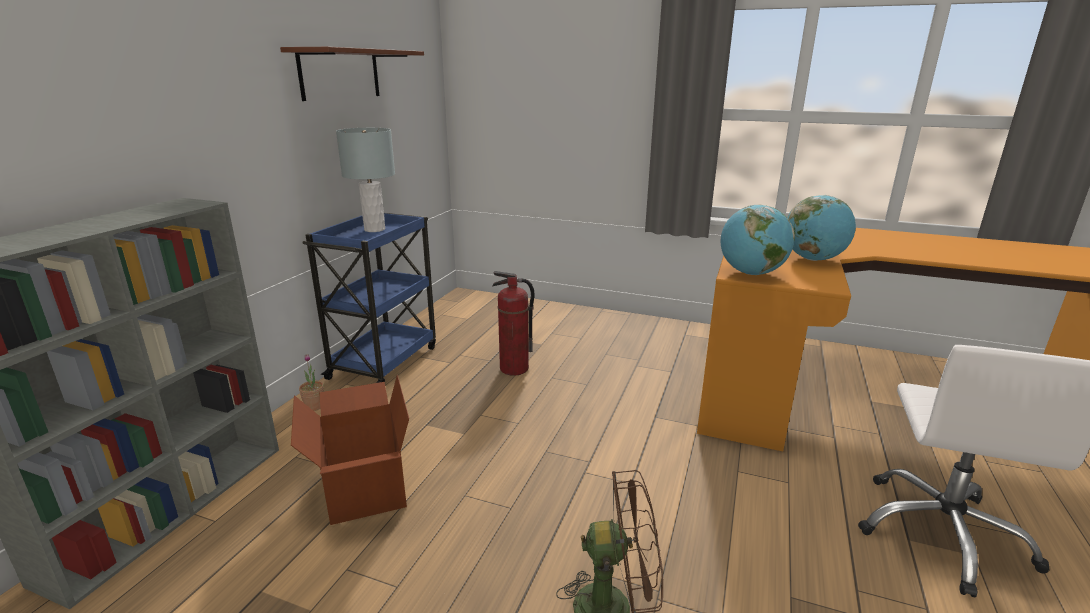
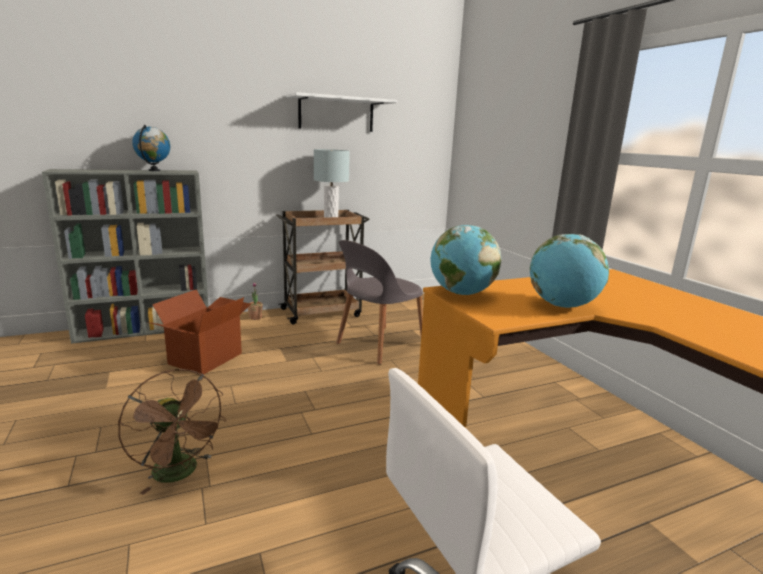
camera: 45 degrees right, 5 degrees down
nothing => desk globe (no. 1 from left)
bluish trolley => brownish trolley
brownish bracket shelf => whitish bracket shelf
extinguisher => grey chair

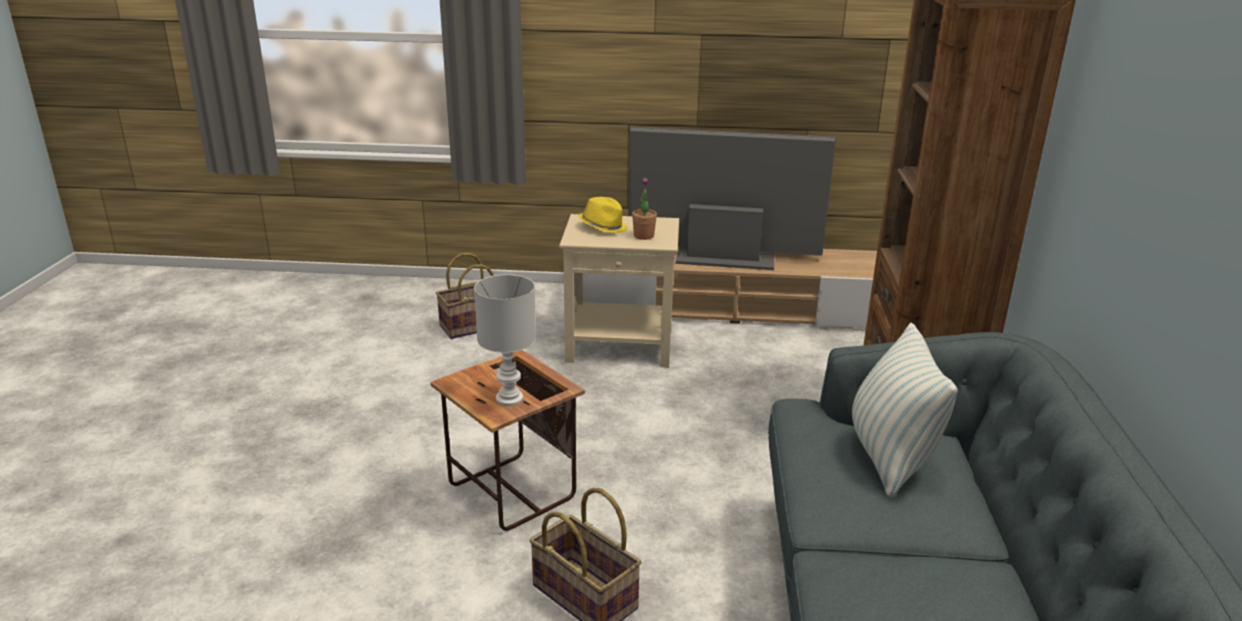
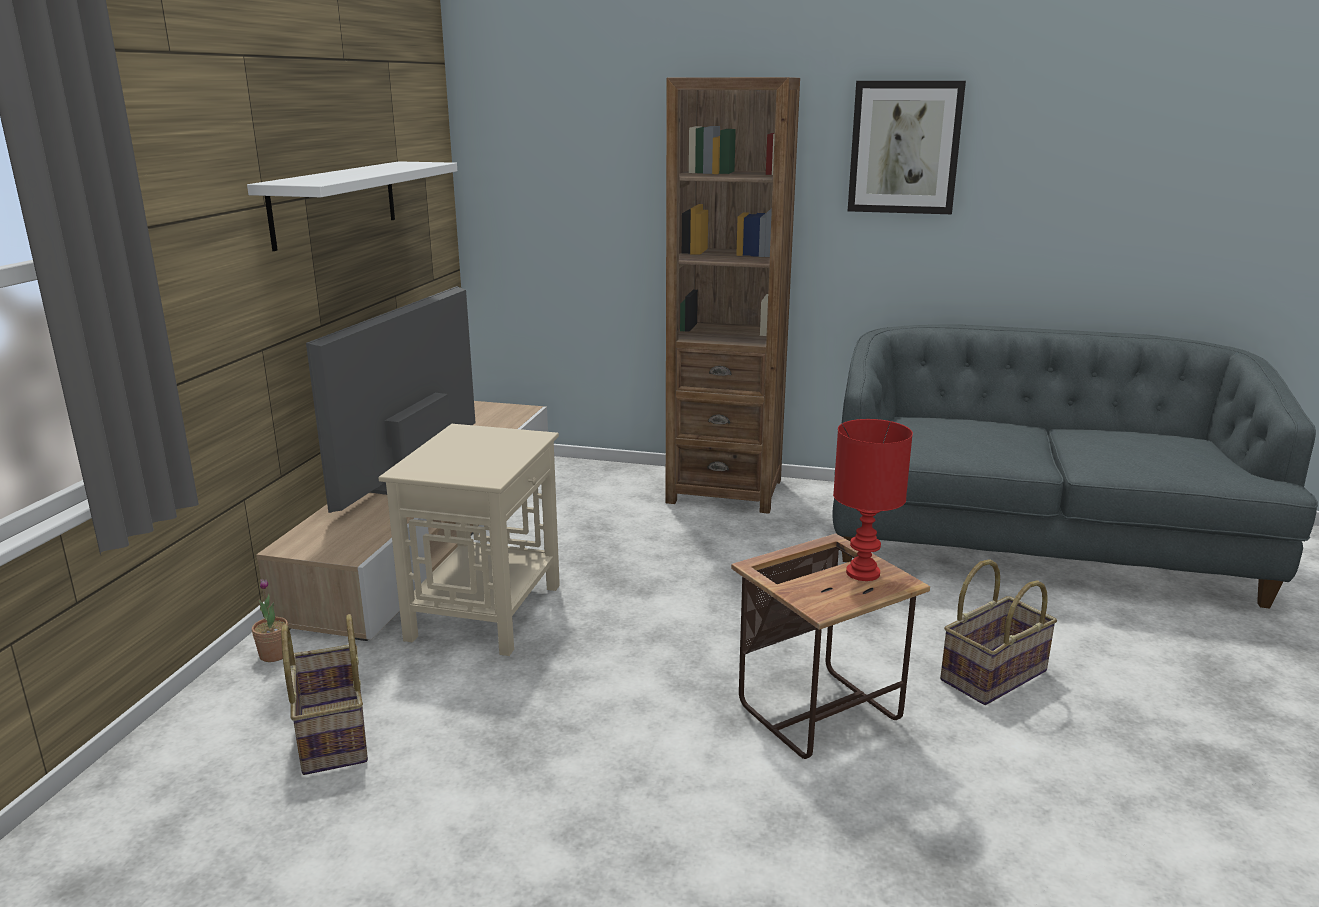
camera: 80 degrees left, 5 degrees down
nothing => whitish bracket shelf
houseplant, relocated
whitish lamp for a table => red lamp for a table
nothing => wall picture
yellowish clothing hat => nothing
pillow => nothing

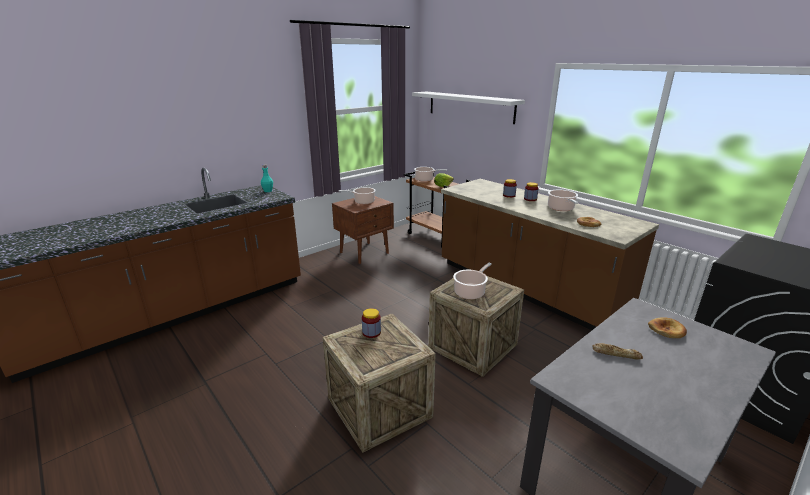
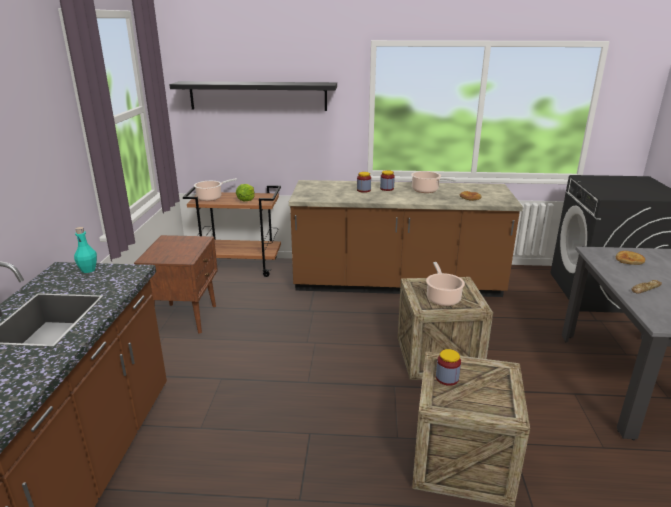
camera: 45 degrees left, 0 degrees up
whitish bracket shelf => black-coloured bracket shelf
stockpot (no. 1 from left) => nothing

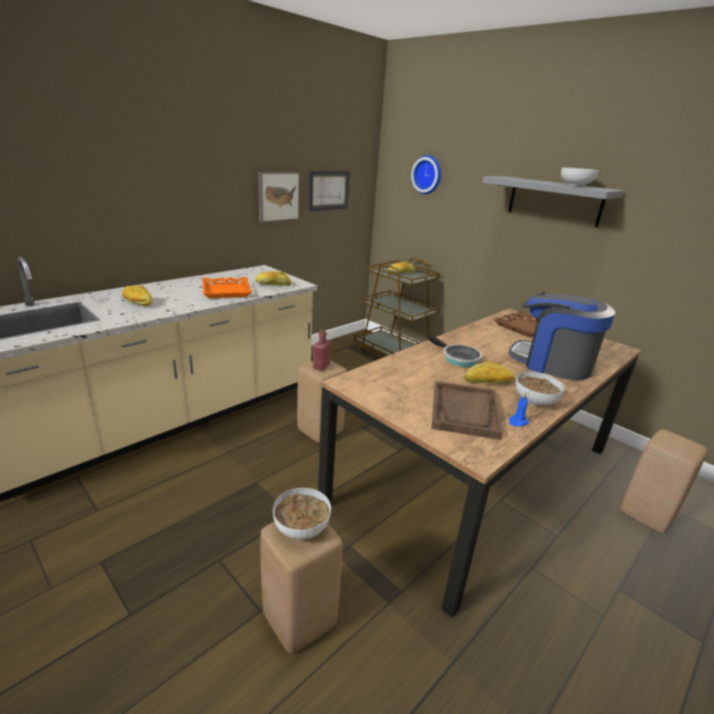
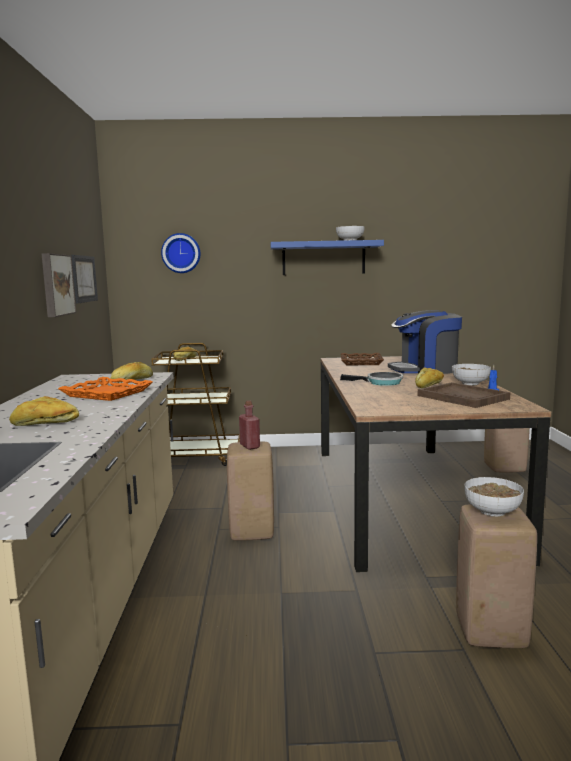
camera: 45 degrees left, 15 degrees down
grey bracket shelf => bluish bracket shelf

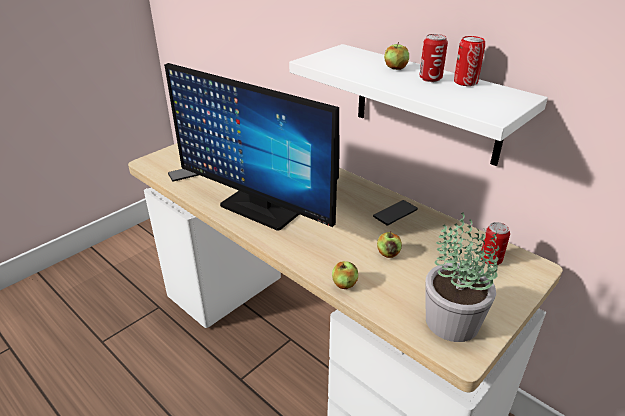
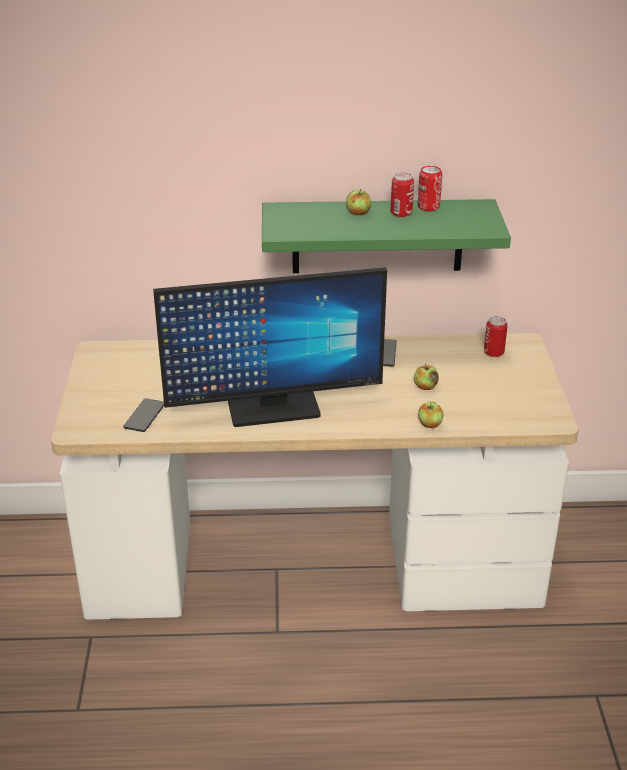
camera: 45 degrees left, 0 degrees up
whitish bracket shelf => green-coloured bracket shelf
houseplant => nothing

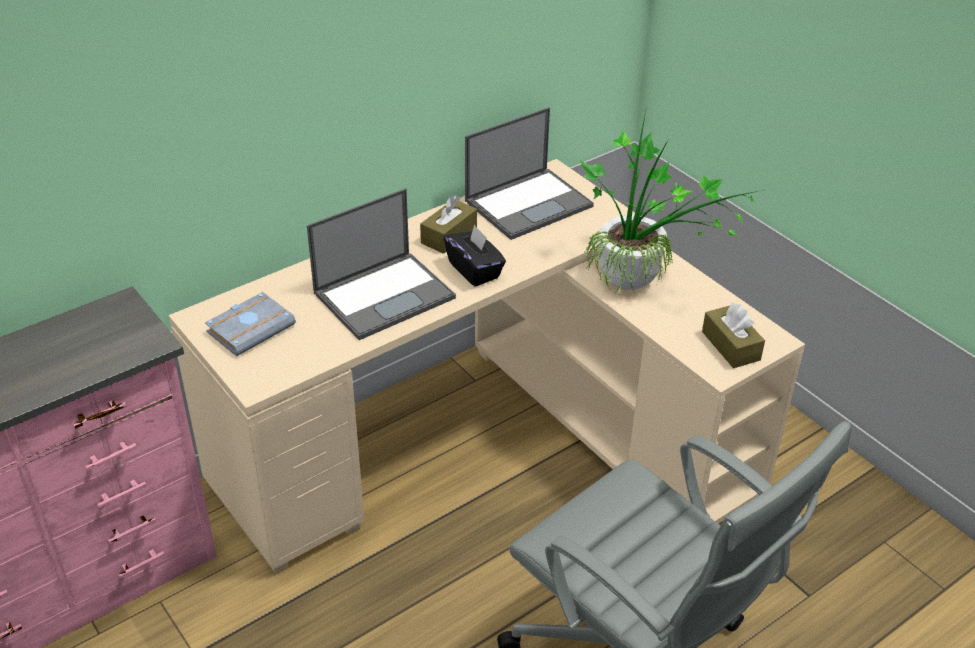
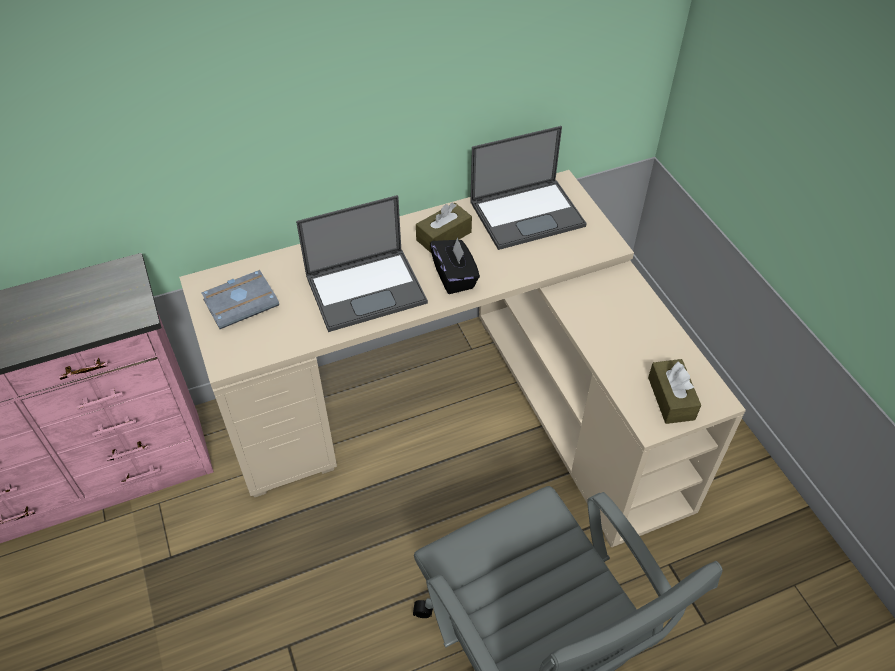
camera: 15 degrees right, 10 degrees up
houseplant => nothing

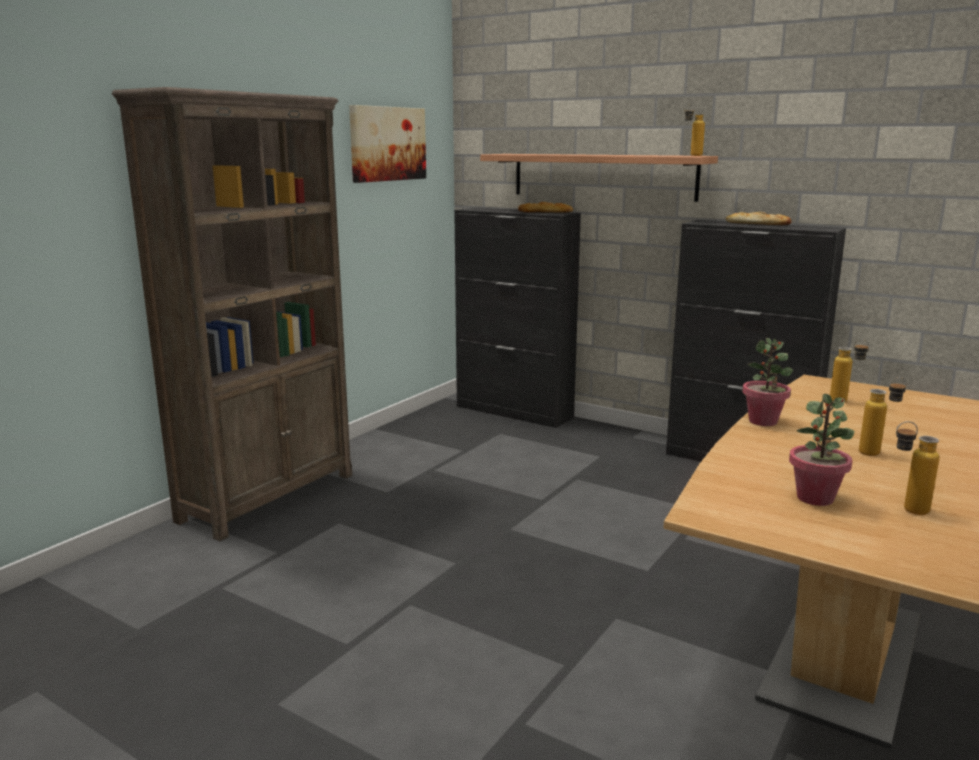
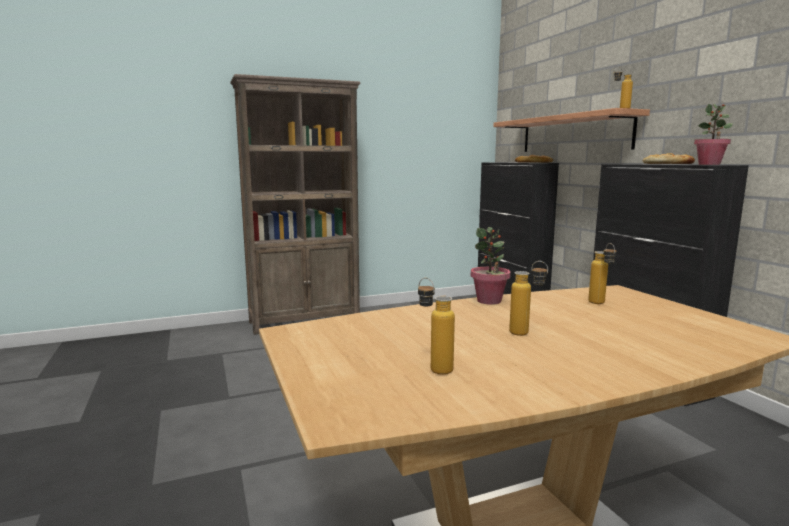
camera: 35 degrees right, 5 degrees down
houseplant (no. 2 from left), relocated
wall picture => nothing

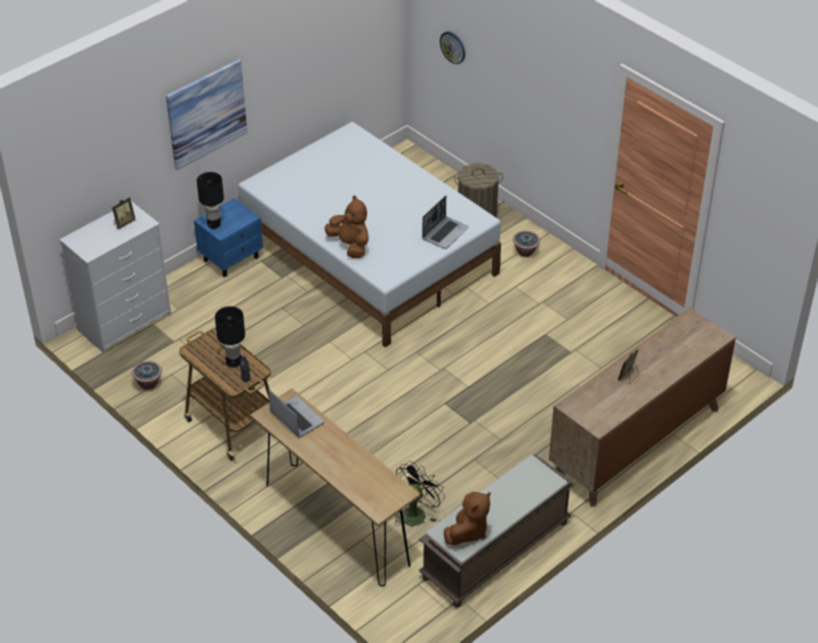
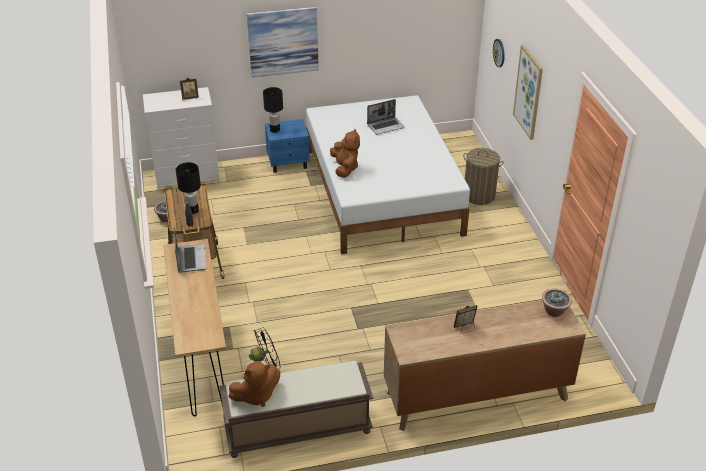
camera: 30 degrees right, 5 degrees down
portable computer (no. 2 from left), relocated
nothing => wall picture (no. 2 from left)
houseplant (no. 2 from left), relocated

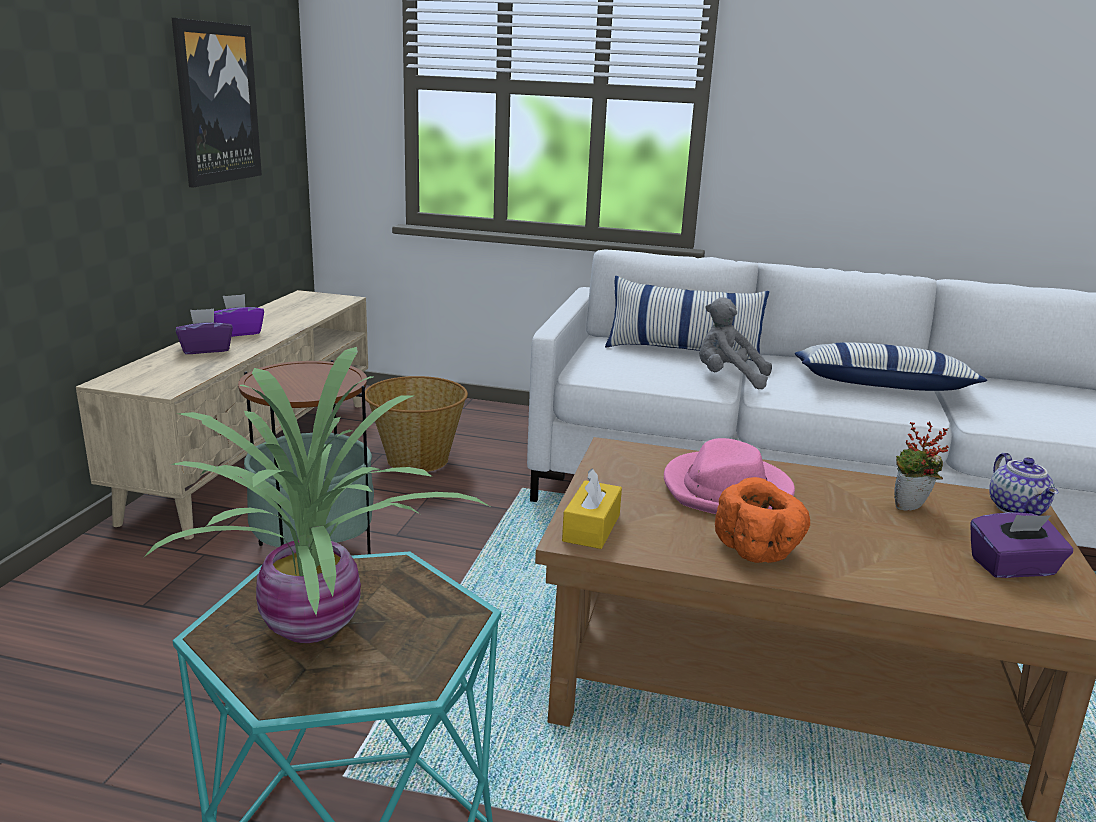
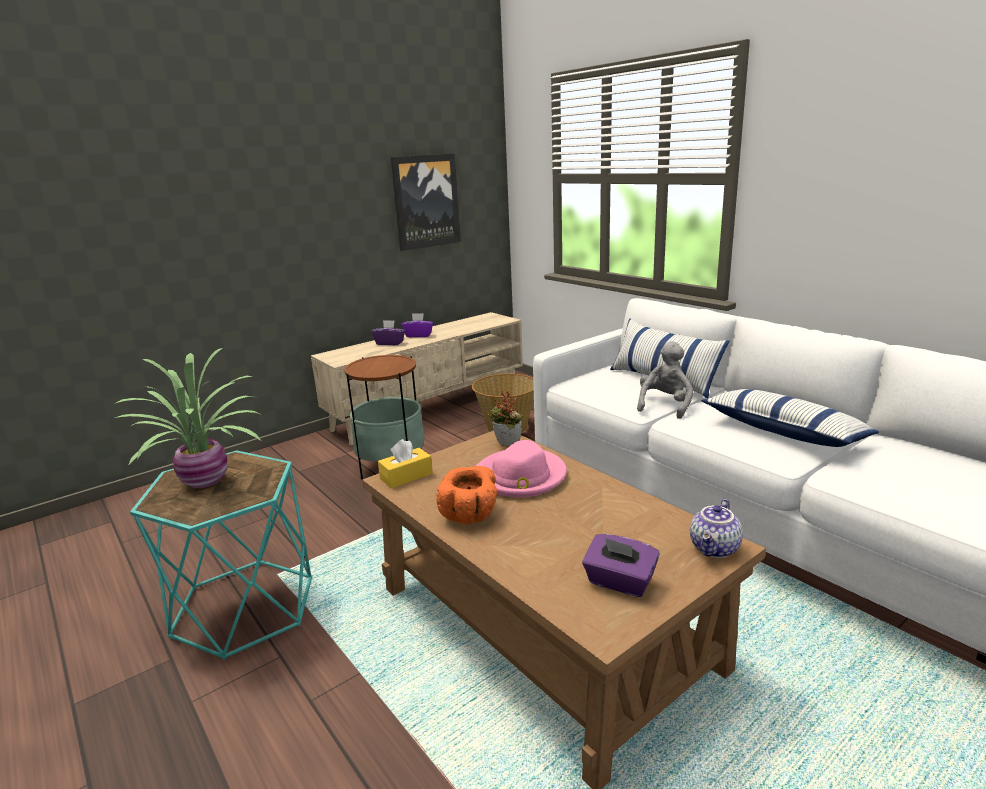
camera: 40 degrees right, 0 degrees up
houseplant (no. 2 from left), relocated
grey plush toy, 60 degrees clockwise

